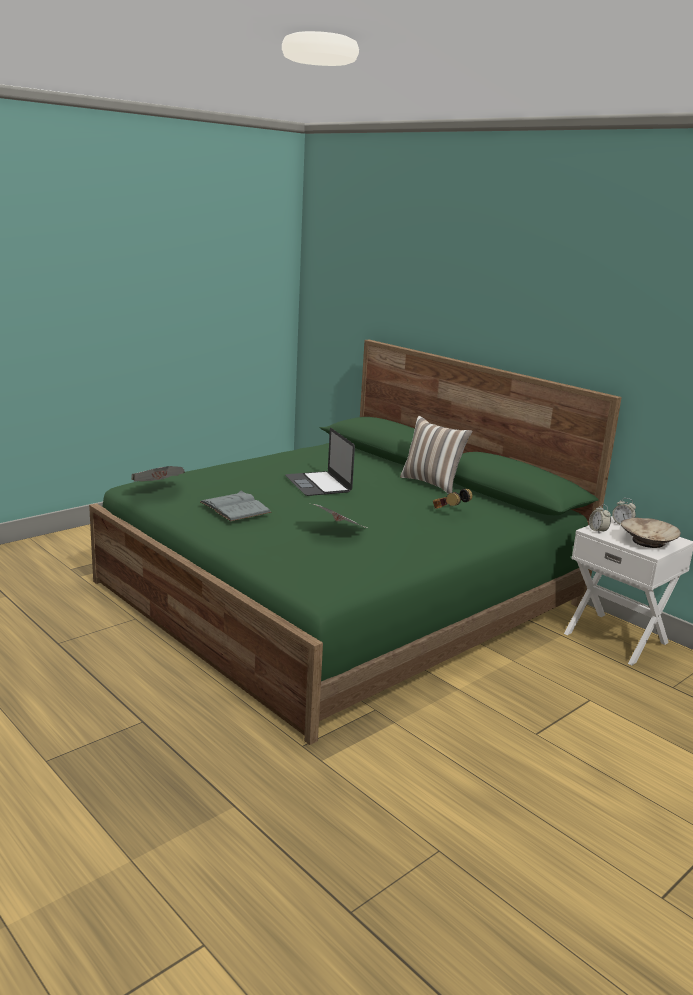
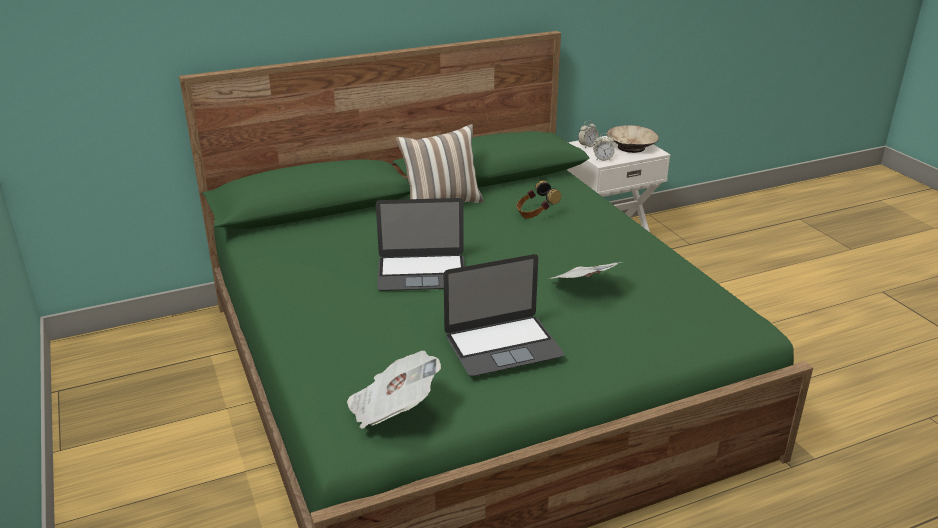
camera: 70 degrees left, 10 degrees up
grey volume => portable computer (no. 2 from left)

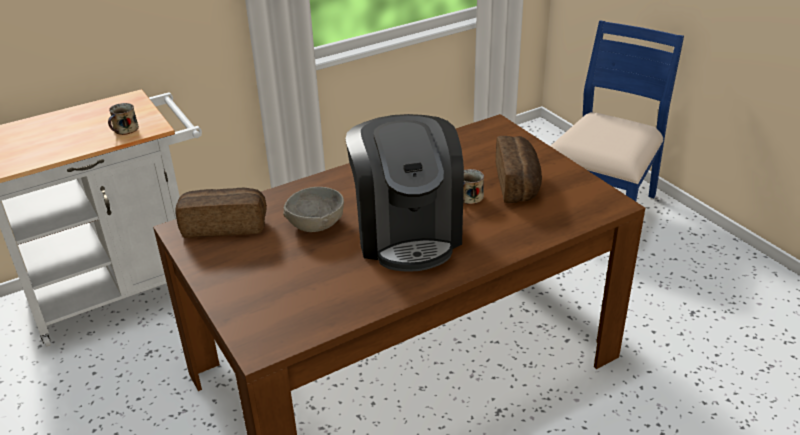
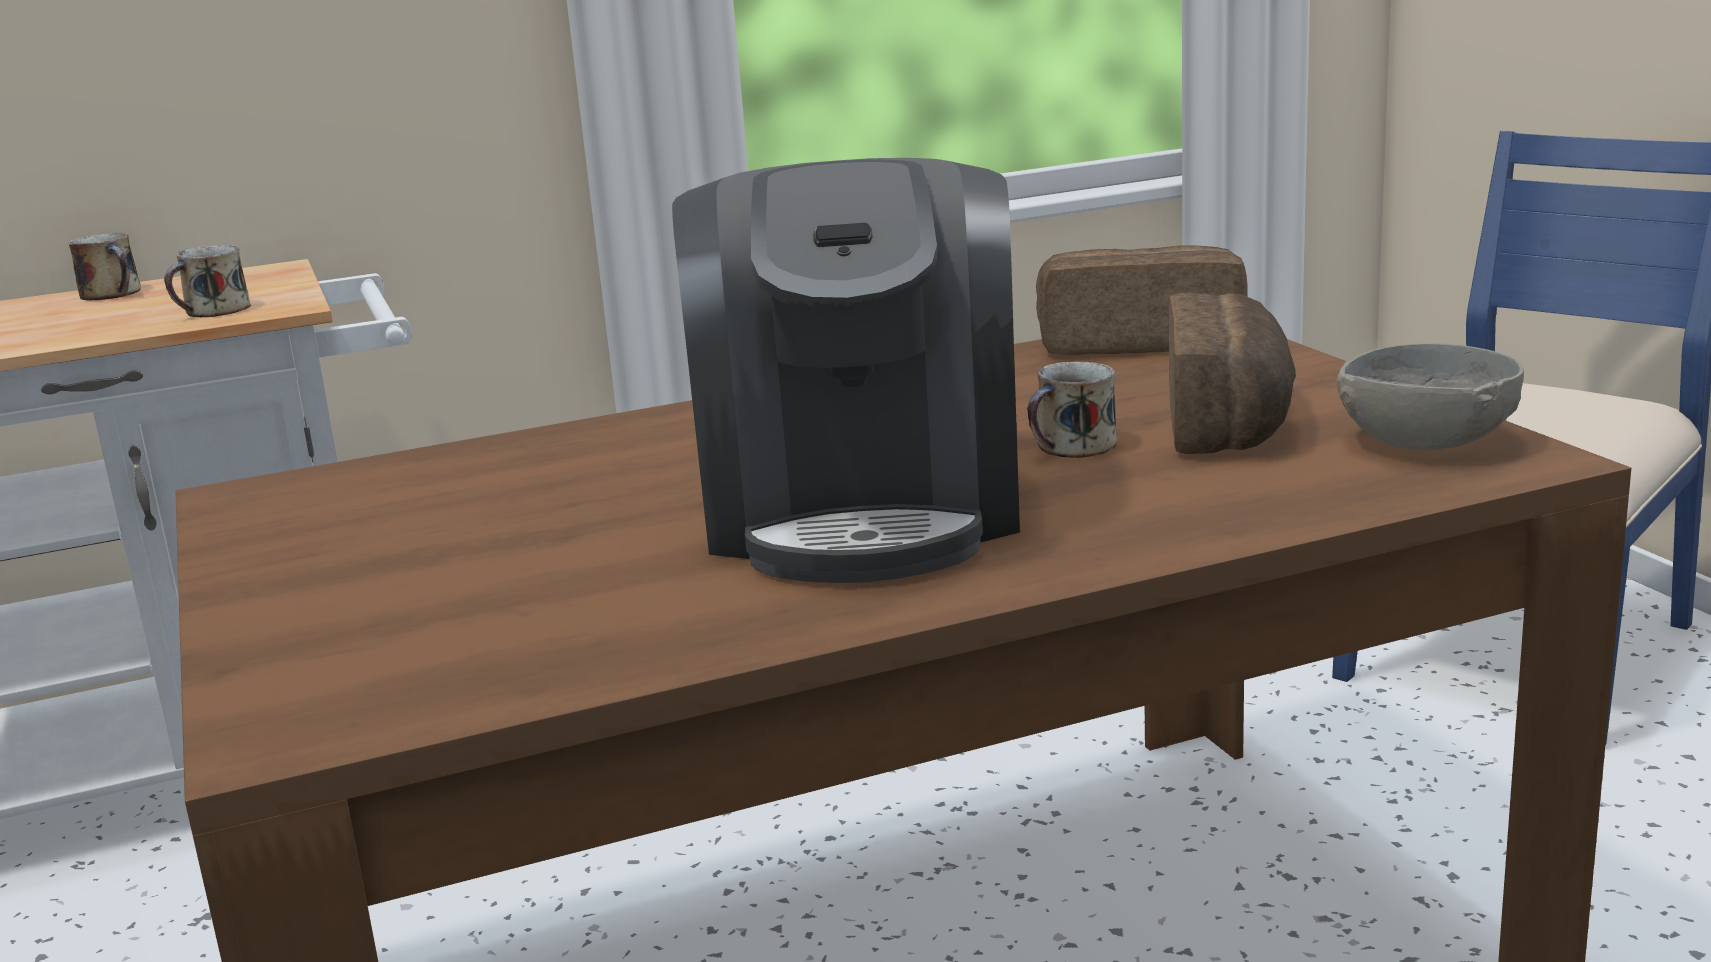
camera: 10 degrees right, 15 degrees down
nothing => mug (no. 1 from left)
bakery bread (no. 1 from left), relocated
grey deep dish, relocated

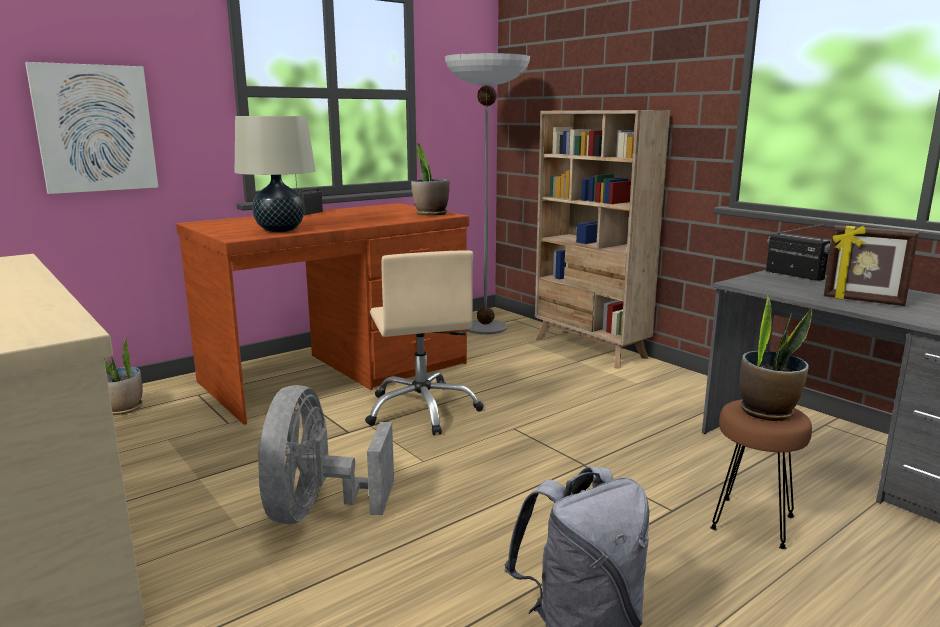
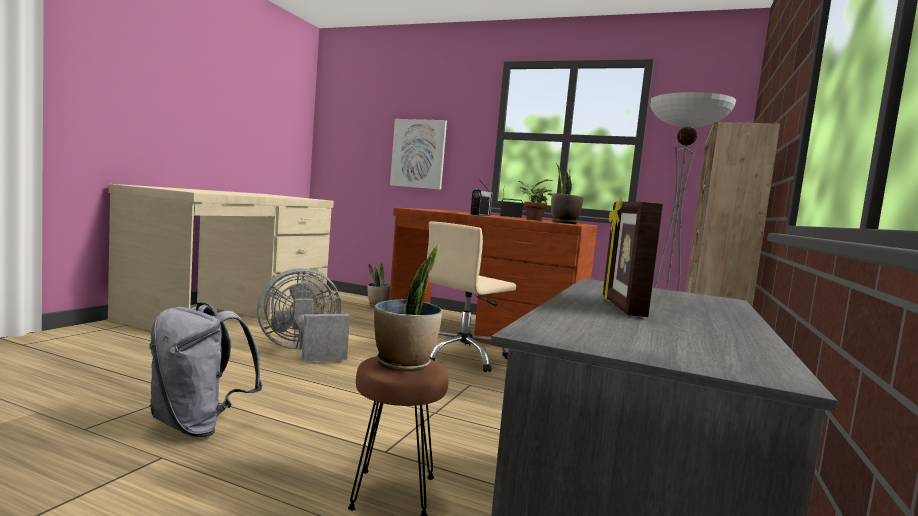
camera: 60 degrees right, 10 degrees down
radio (no. 2 from left in the first image) => radio (no. 1 from left), relocated
nothing => houseplant (no. 3 from left)
beige-coloured lamp for a table => nothing

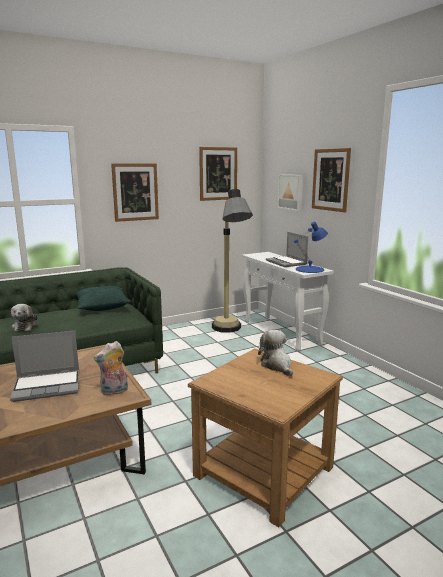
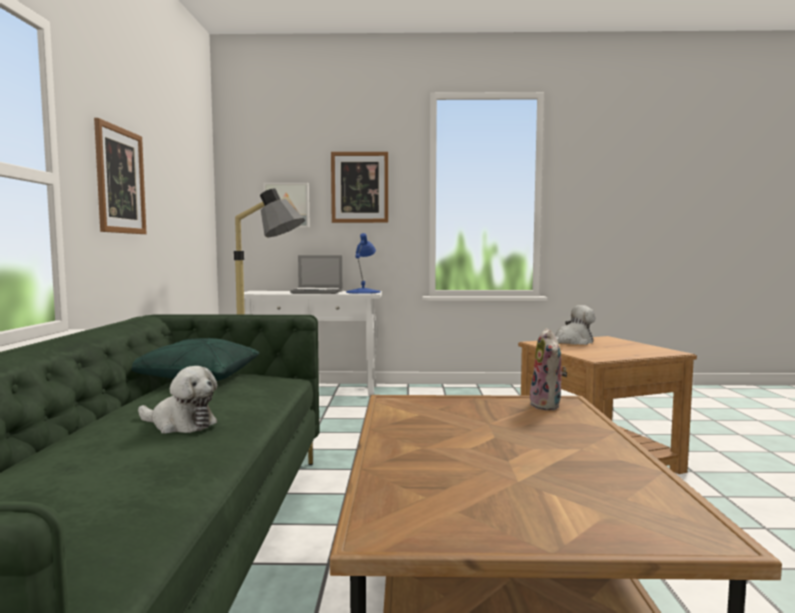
camera: 60 degrees left, 10 degrees down
plush toy (no. 3 from left), 150 degrees clockwise
portable computer (no. 1 from left) => nothing
wall picture (no. 2 from left) => nothing

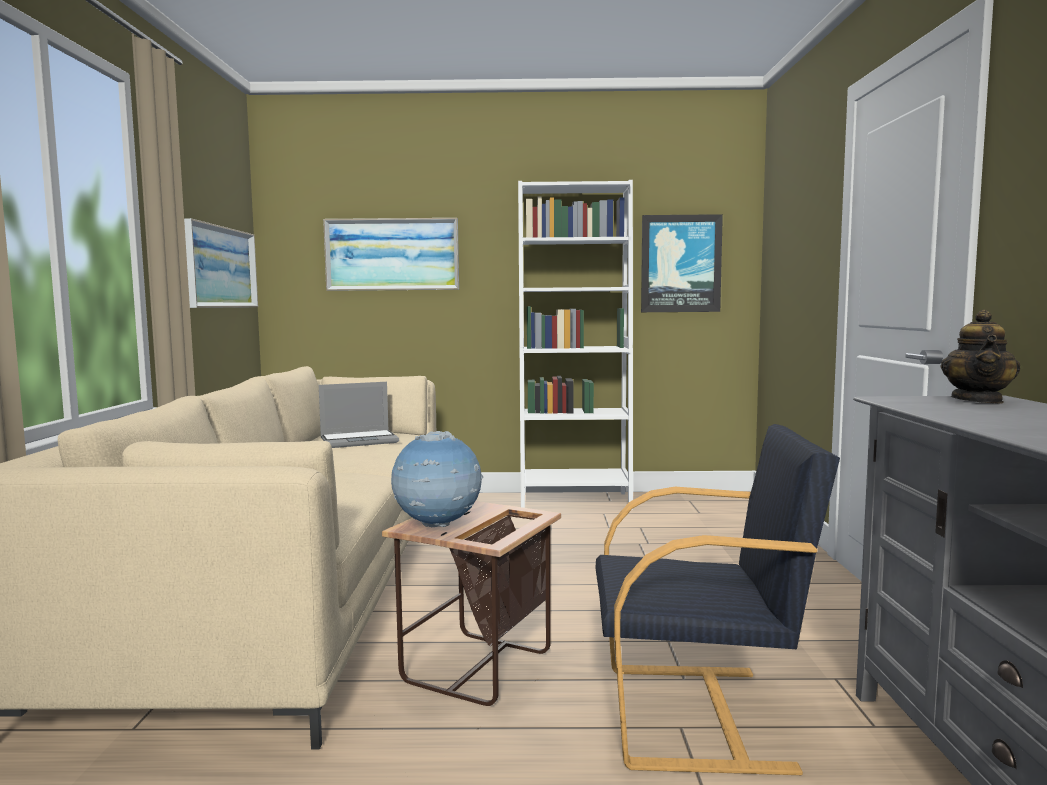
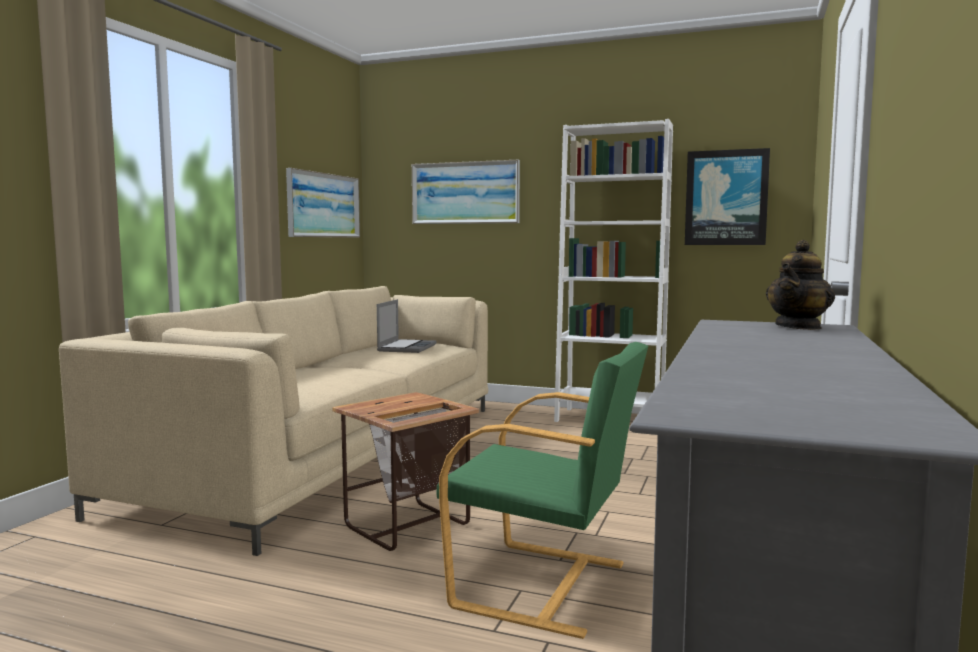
camera: 20 degrees right, 0 degrees up
portable computer, 75 degrees counterclockwise
black-coloured lounge chair => green-coloured lounge chair
desk globe => nothing

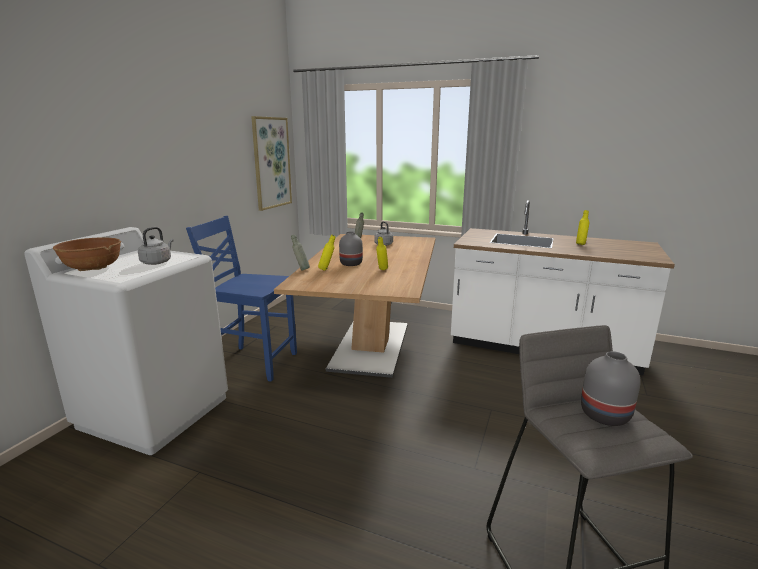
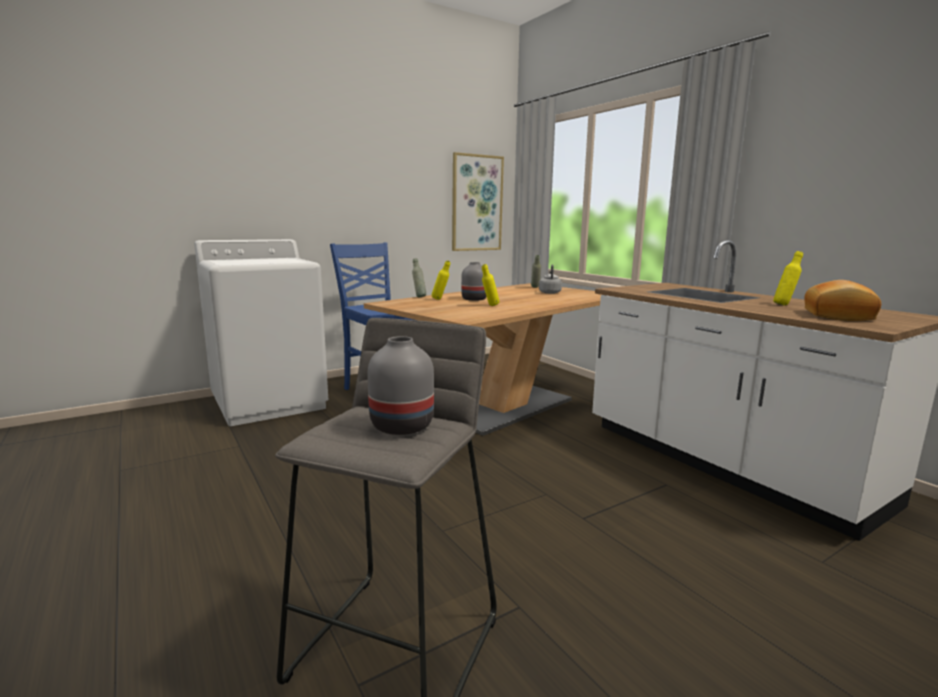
camera: 35 degrees right, 5 degrees down
nothing => bakery bread
brownish deep dish => nothing
grey kettle (no. 1 from left) => nothing

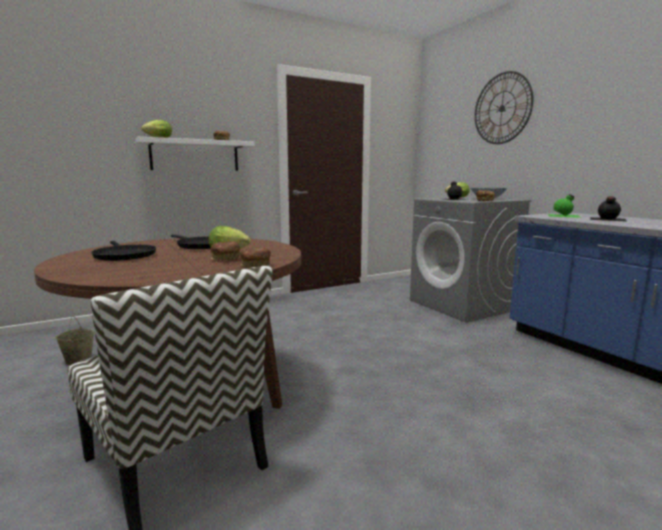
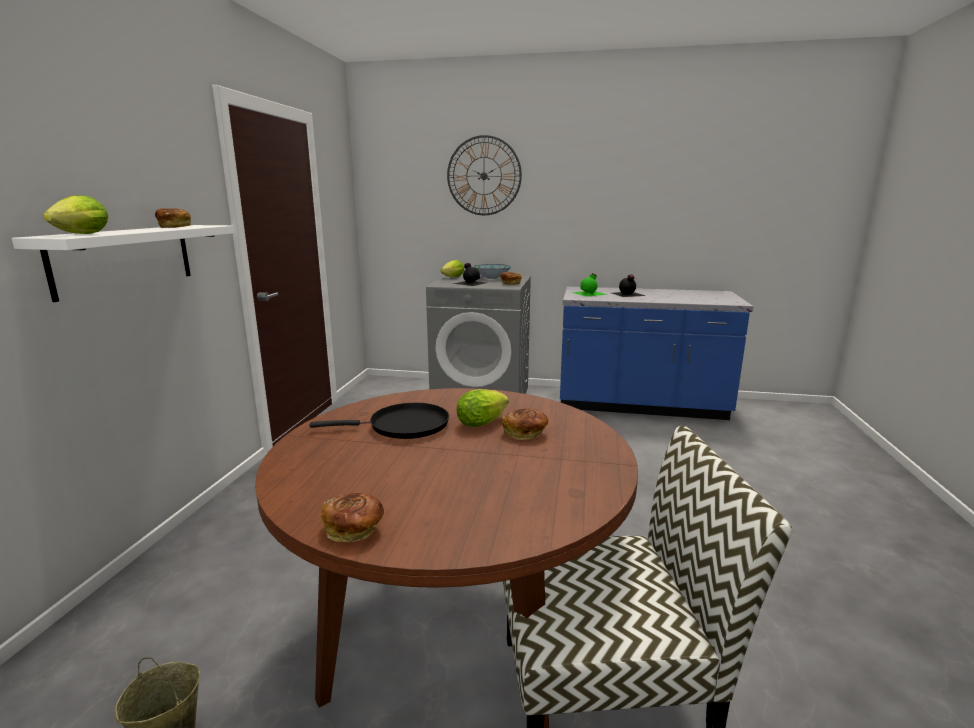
camera: 50 degrees left, 5 degrees up
bakery bread (no. 3 from left in the first image) => bakery bread (no. 2 from left), relocated
black-coloured skillet (no. 1 from left) => nothing

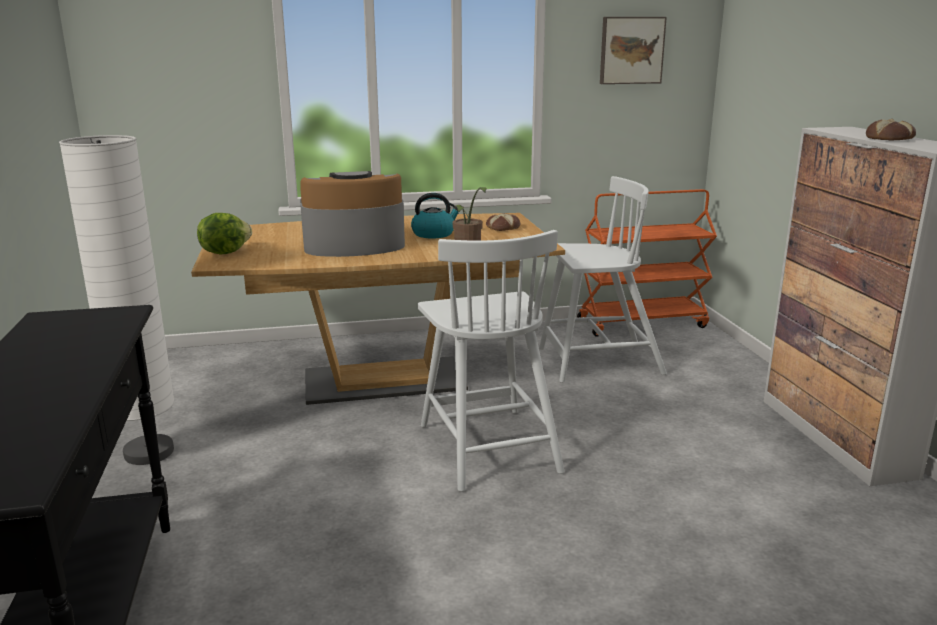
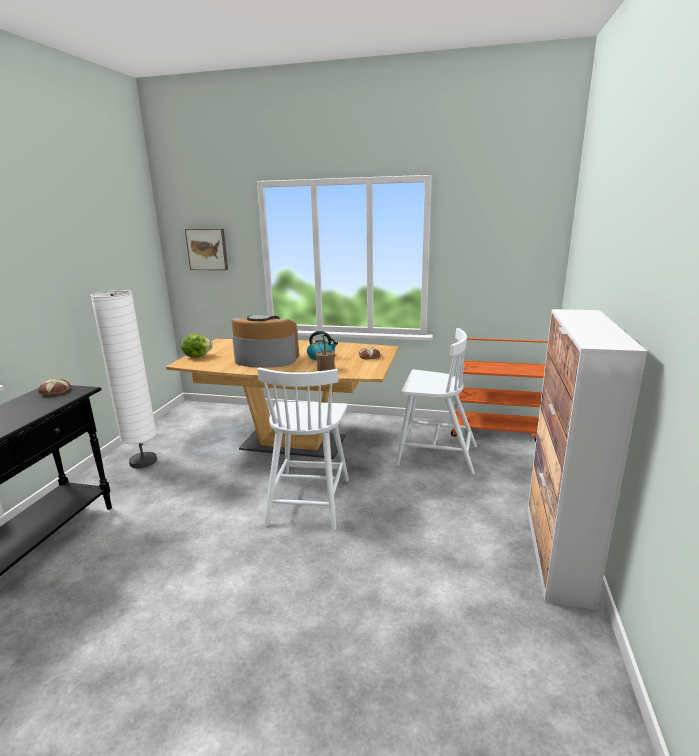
camera: 25 degrees right, 0 degrees up
bakery bread (no. 2 from left in the first image) => bakery bread (no. 1 from left), relocated
wall picture, relocated

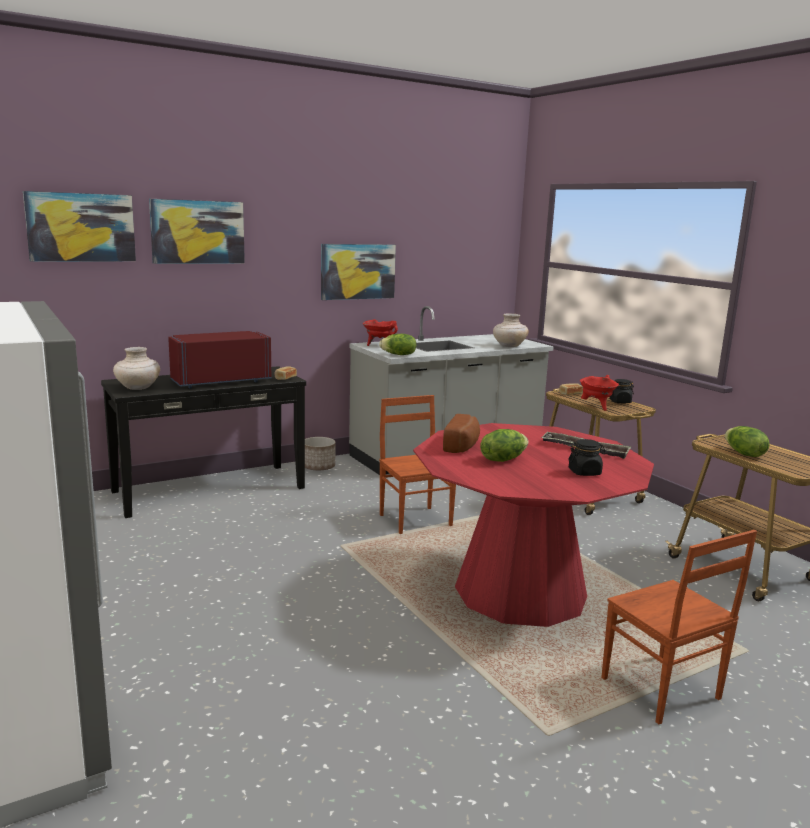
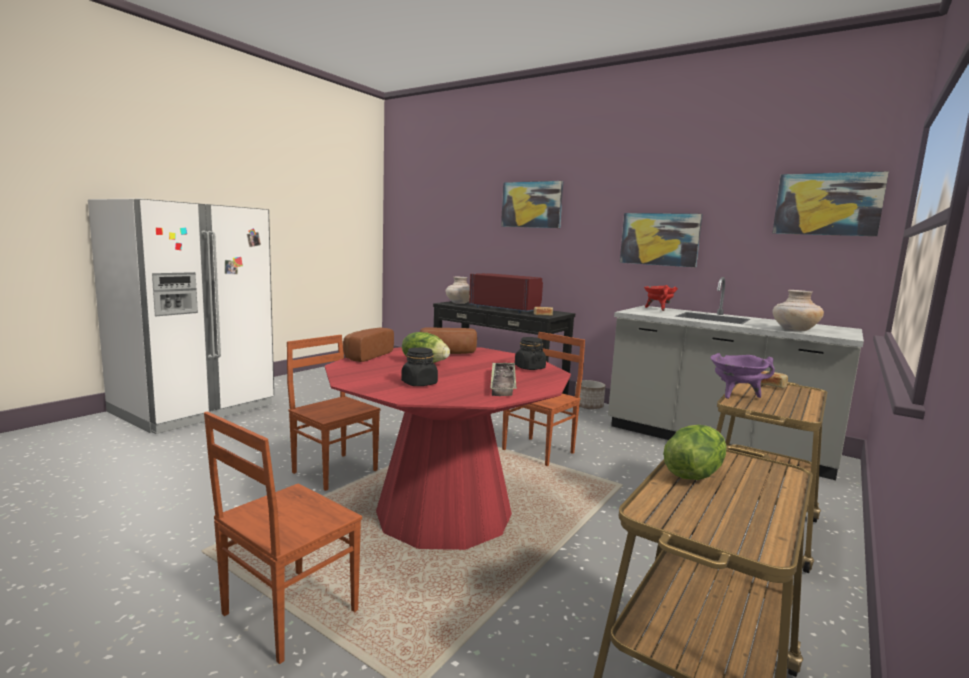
camera: 65 degrees right, 5 degrees down
nothing => brownish chair (no. 2 from left)
nothing => bakery bread (no. 1 from left)
black-coloured jar (no. 2 from left), relocated
red stockpot (no. 2 from left) => purplish stockpot
wall picture (no. 1 from left in the first image) => wall picture (no. 3 from left), relocated
lettuce head (no. 1 from left) => nothing

